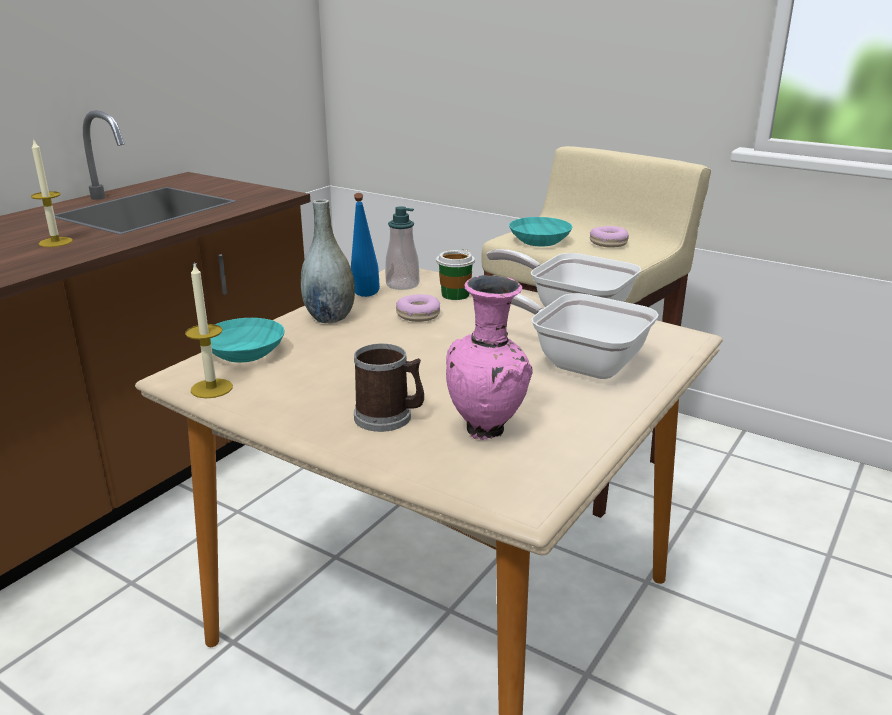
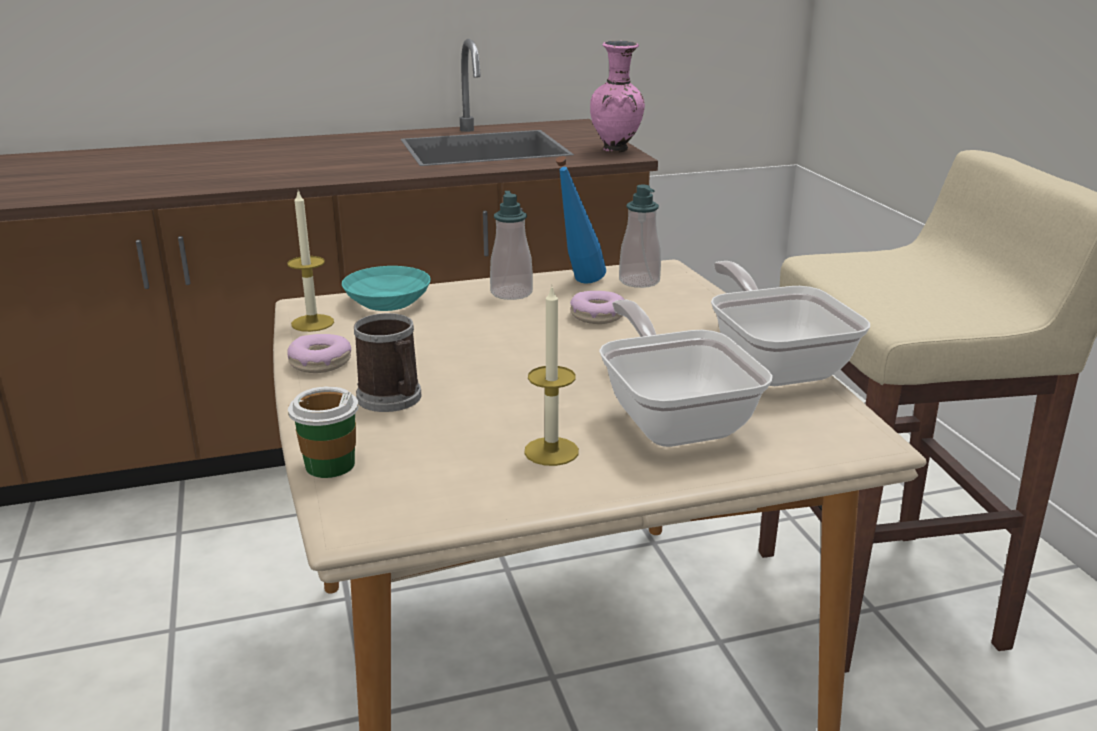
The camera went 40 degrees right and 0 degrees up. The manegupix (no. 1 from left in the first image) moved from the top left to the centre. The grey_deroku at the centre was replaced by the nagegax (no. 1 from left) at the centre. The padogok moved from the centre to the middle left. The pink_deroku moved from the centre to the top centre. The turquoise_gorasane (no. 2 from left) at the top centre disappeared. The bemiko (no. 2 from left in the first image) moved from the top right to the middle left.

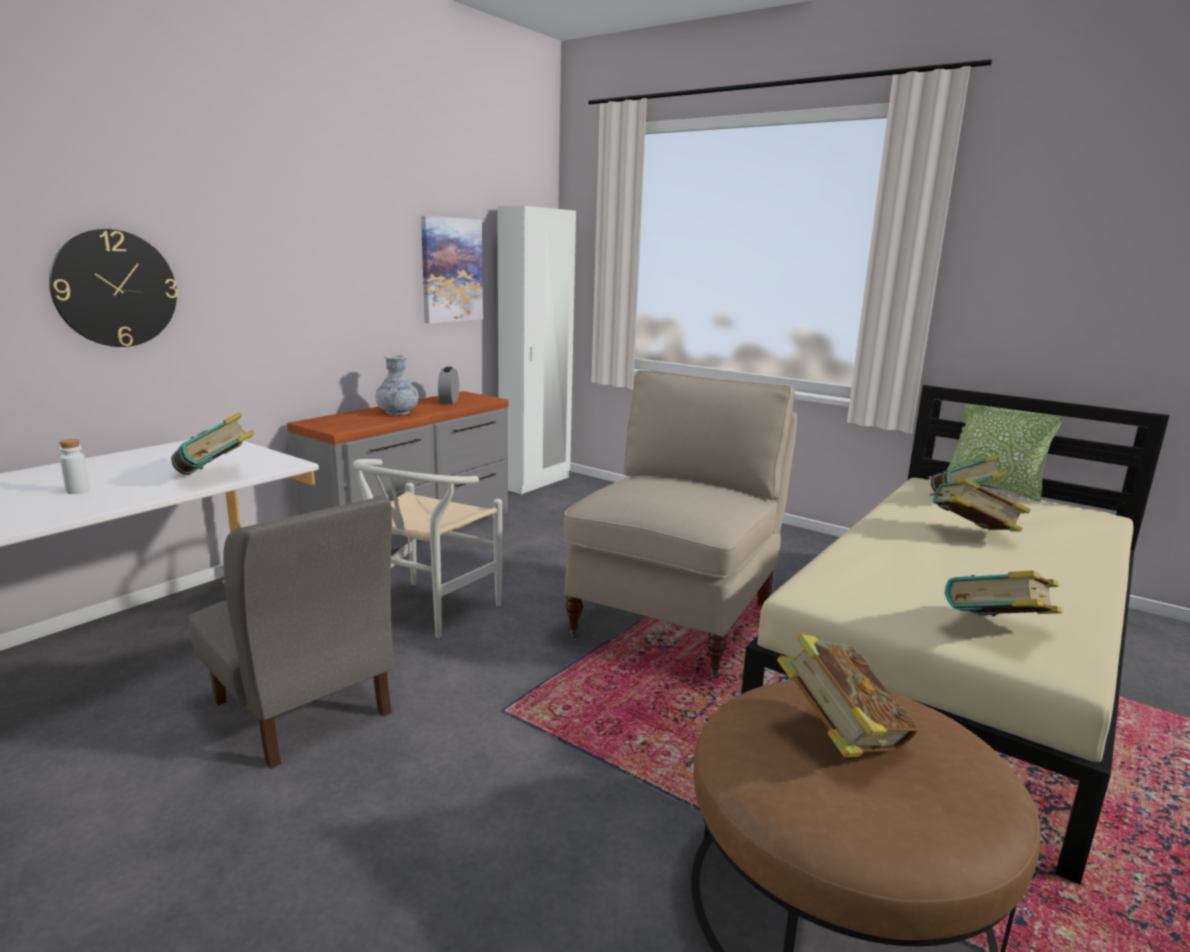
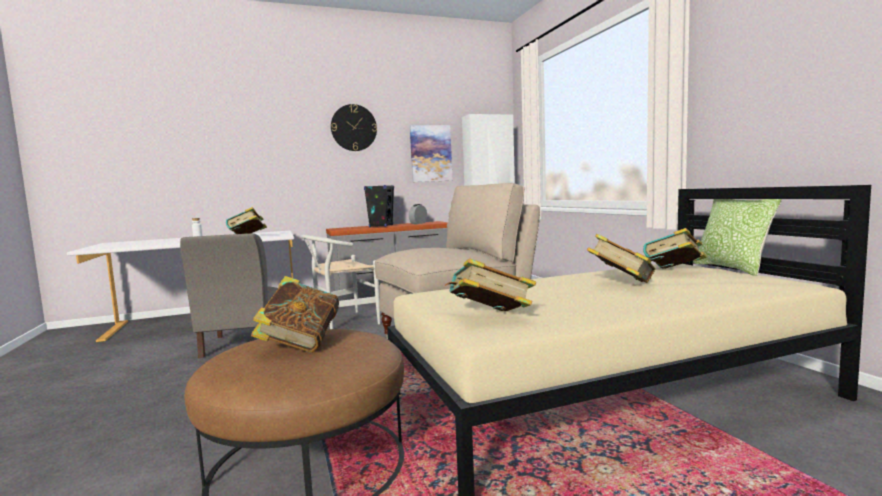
The camera went 35 degrees right and 10 degrees down. The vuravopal moved from the top left to the top centre. The deroku at the centre was replaced by the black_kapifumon at the centre.

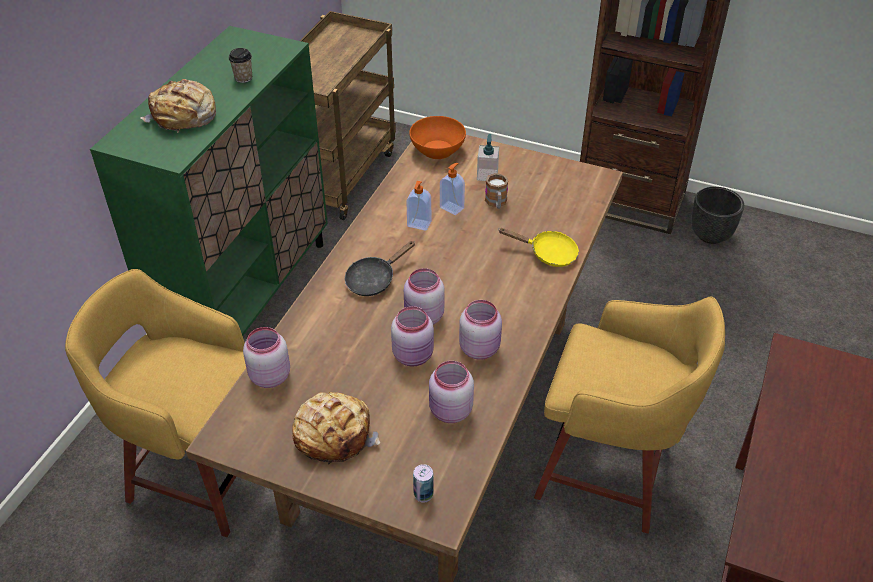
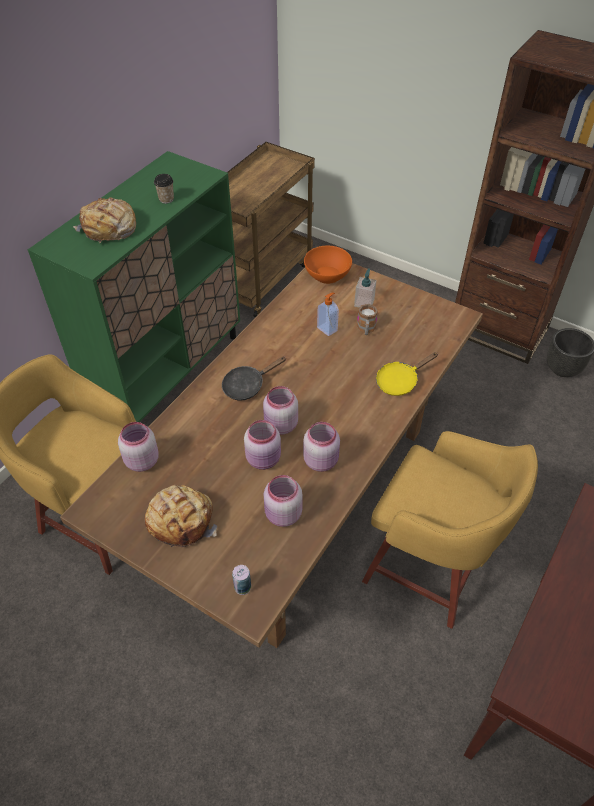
The camera went 10 degrees right and 5 degrees up. The nagegax (no. 1 from left) at the centre disappeared. The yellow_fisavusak at the centre turned 120 degrees clockwise.

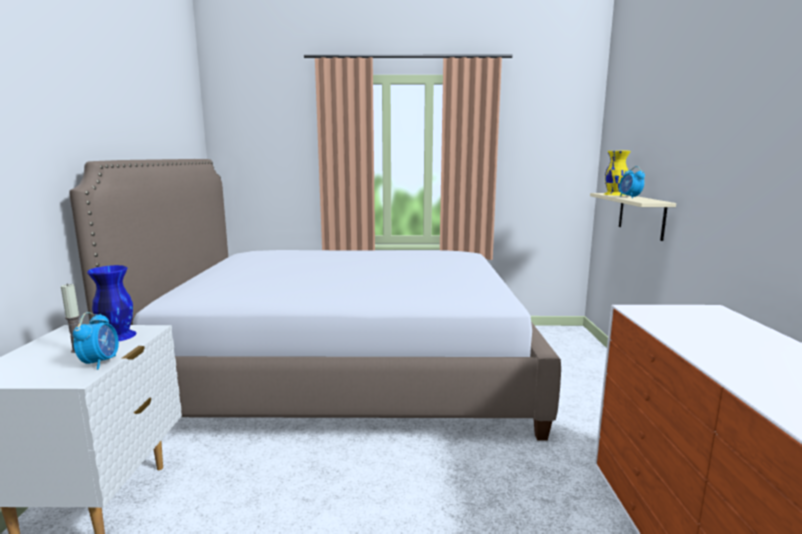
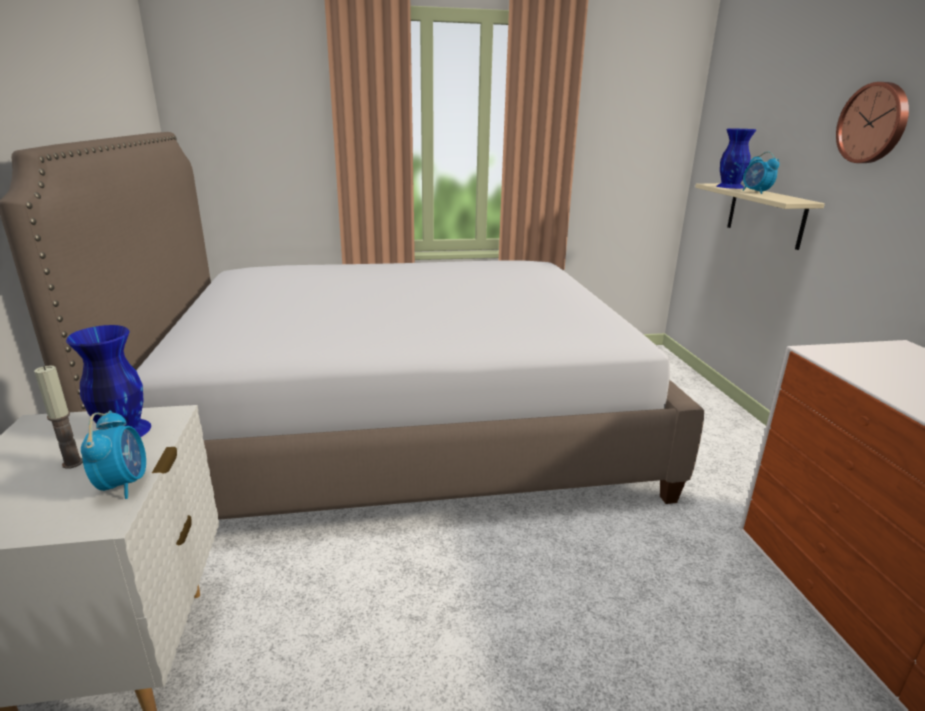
The camera went 10 degrees left and 10 degrees up. The yellow_deroku at the top right became the blue_deroku (no. 2 from left) at the top right. The vuravopal at the top right appeared.

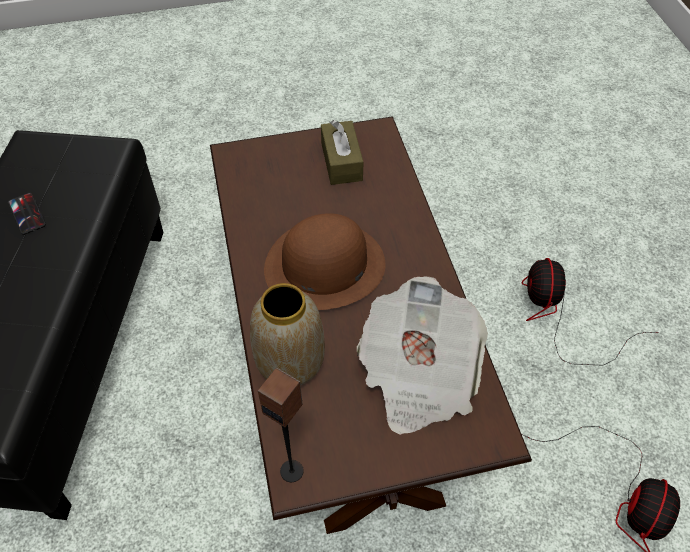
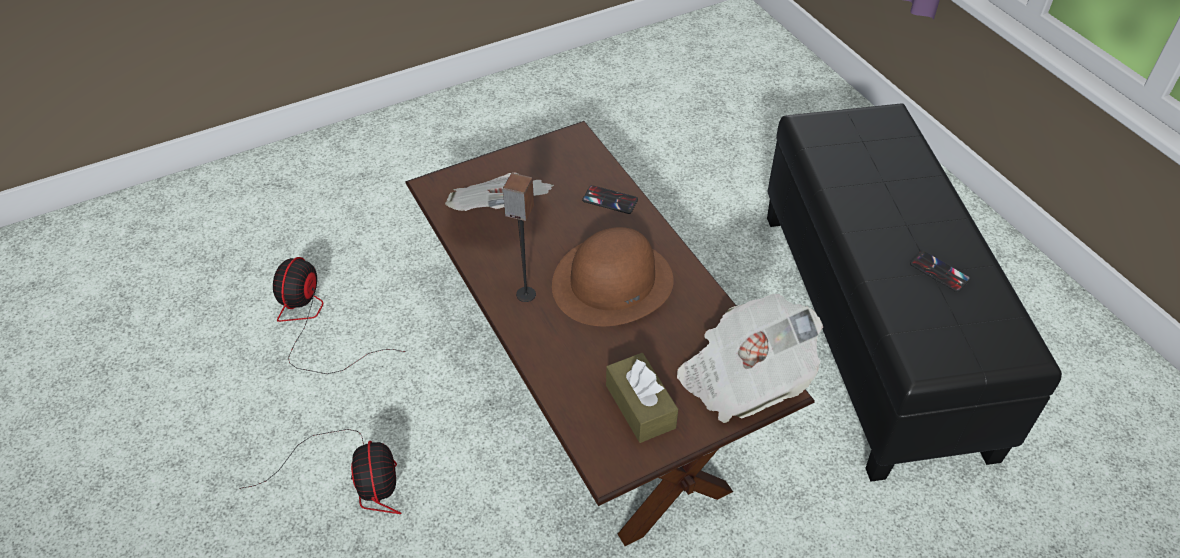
The camera went 165 degrees right and 5 degrees down. The deroku at the centre was replaced by the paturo (no. 1 from left) at the centre. The kapifumon moved from the bottom centre to the centre. The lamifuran (no. 2 from left) at the centre appeared.

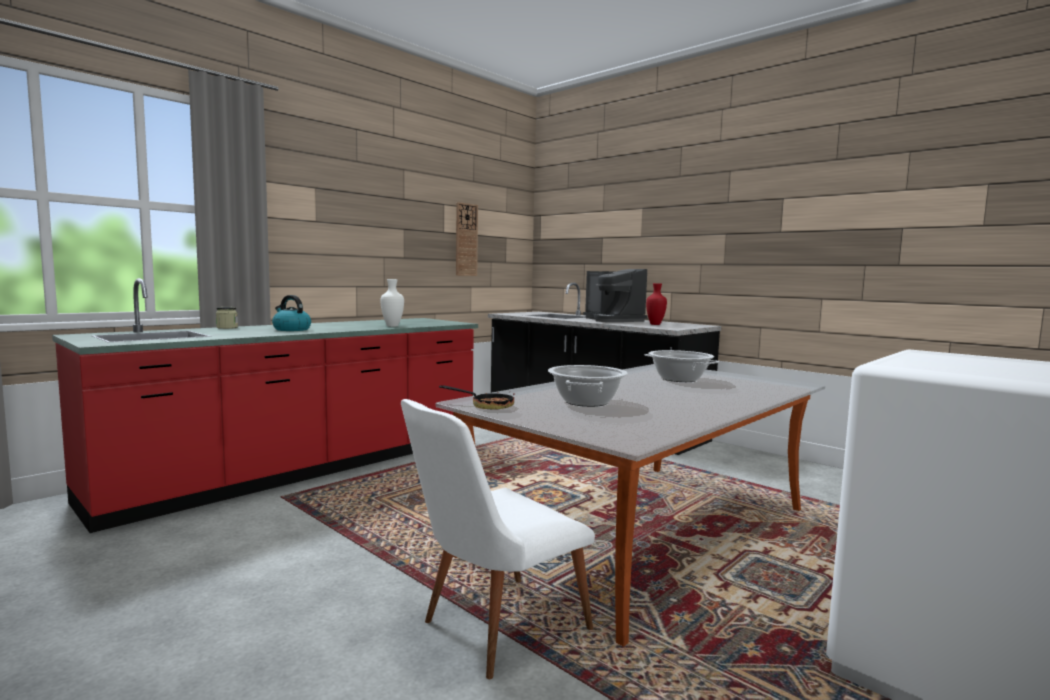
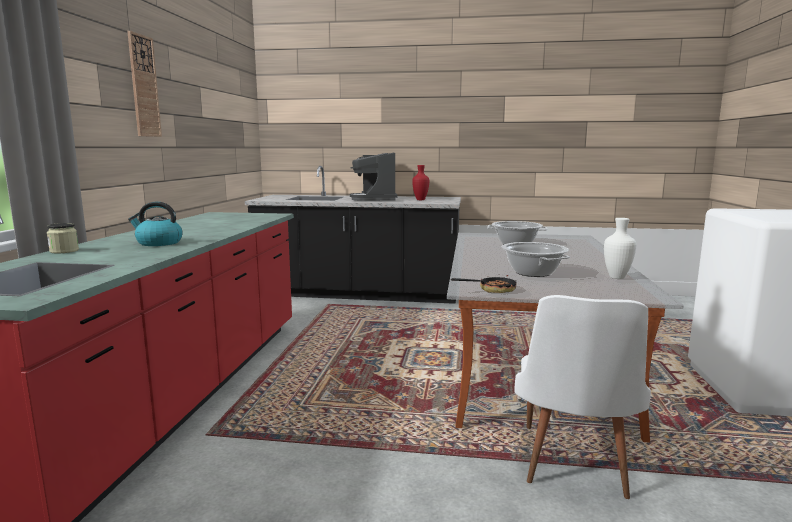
The camera went 35 degrees left and 5 degrees up. The white_deroku moved from the centre to the middle right. The vuravopal moved from the centre to the top left. The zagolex at the centre turned 60 degrees clockwise.

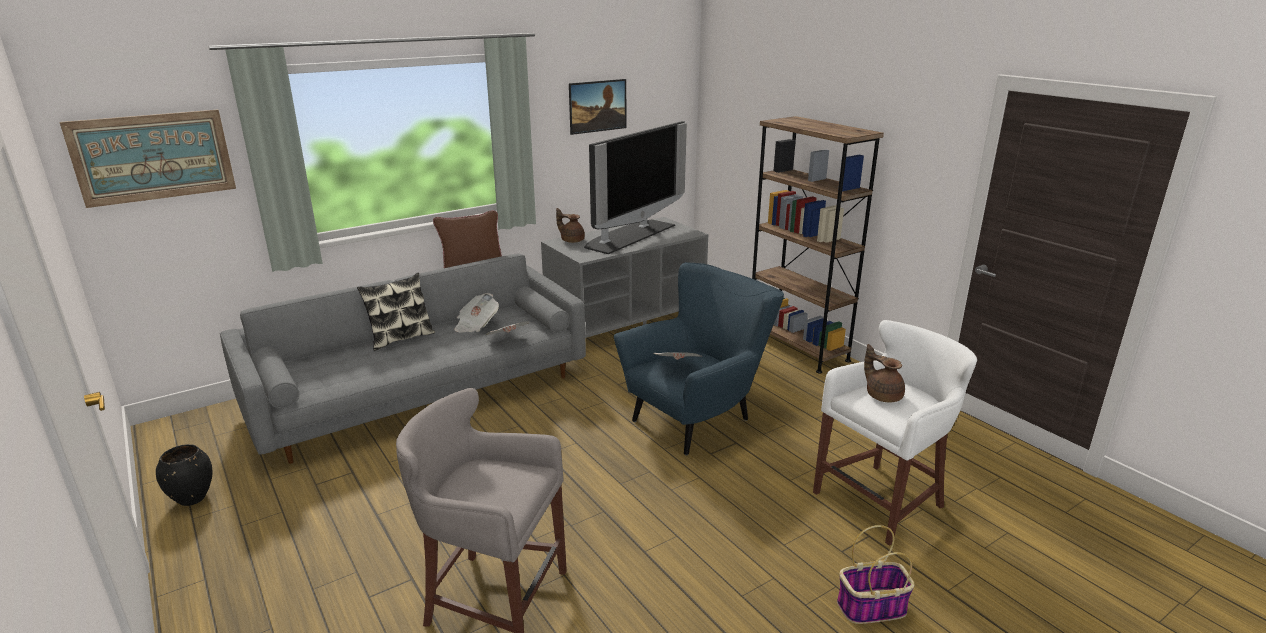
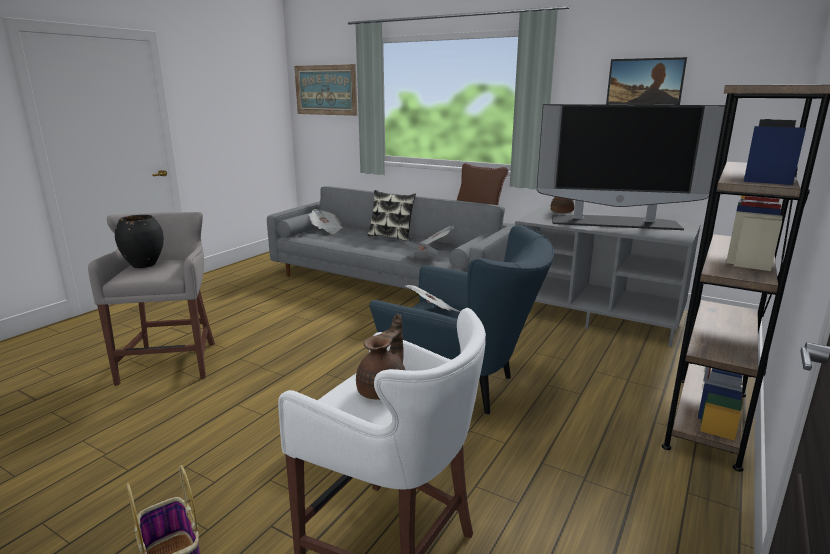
The camera went 65 degrees right and 5 degrees down. The black_deroku moved from the bottom left to the middle left. The lamifuran (no. 1 from left) at the centre appeared.

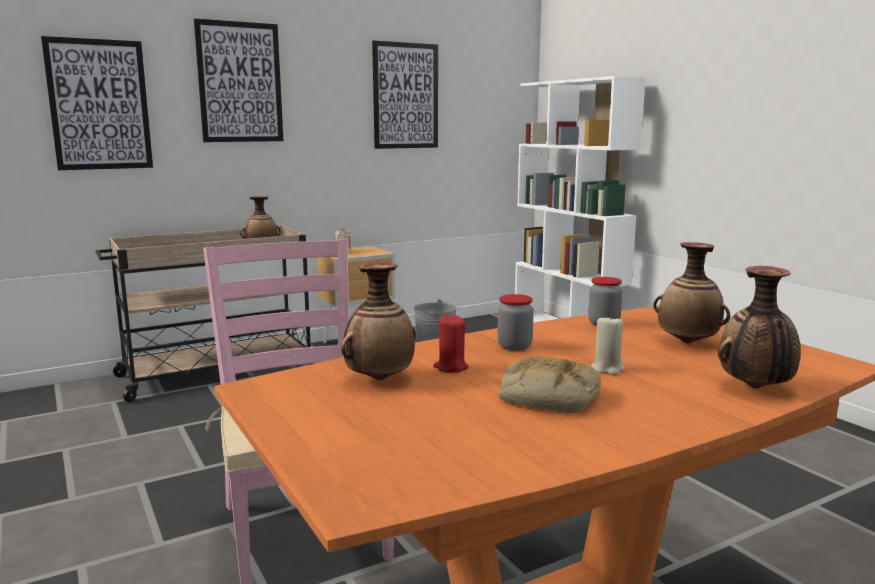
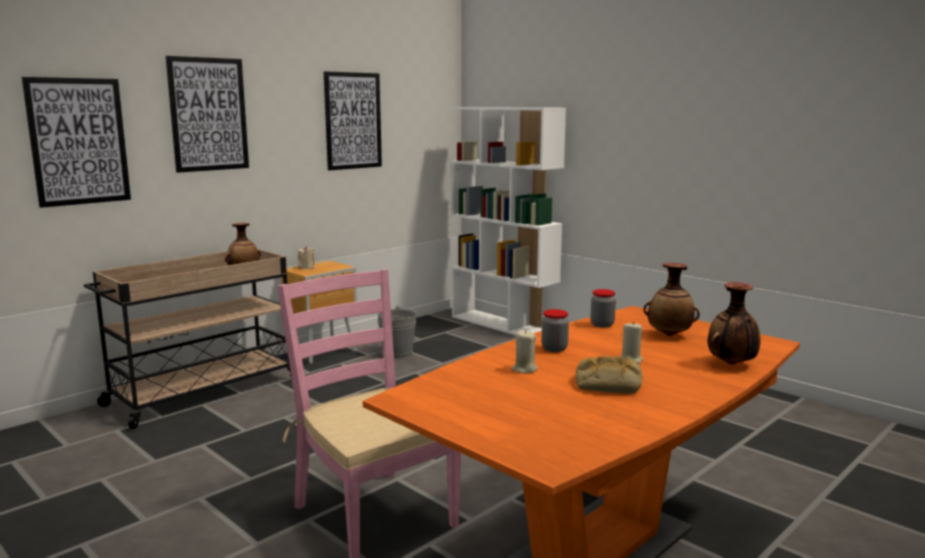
The camera went 15 degrees left and 0 degrees up. The deroku (no. 2 from left) at the centre disappeared. The red_manegupix at the centre became the beige_manegupix (no. 2 from left) at the centre.

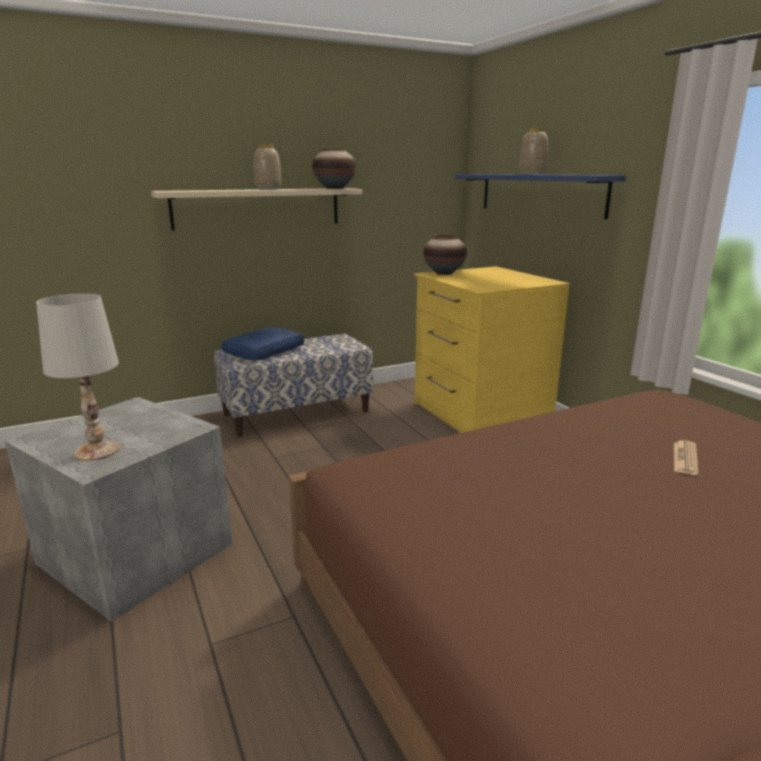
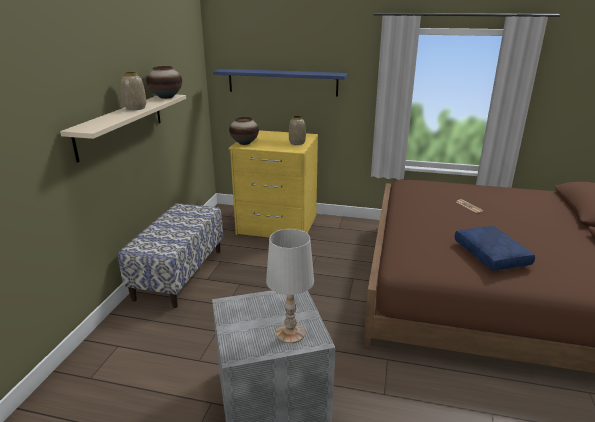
The camera went 50 degrees left and 5 degrees up. The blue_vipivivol moved from the centre to the middle right. The deroku (no. 4 from left) moved from the top right to the top centre.

